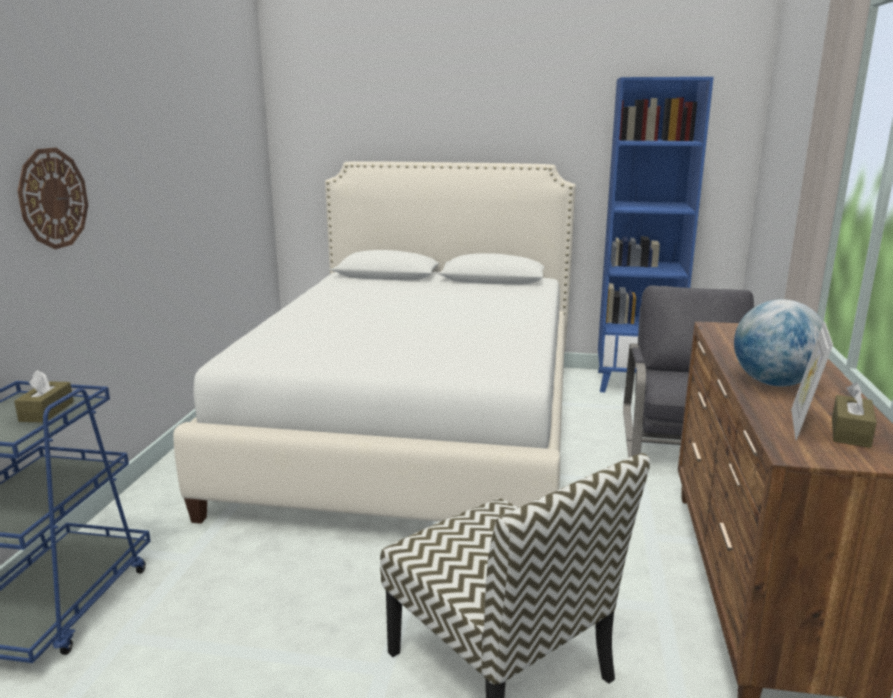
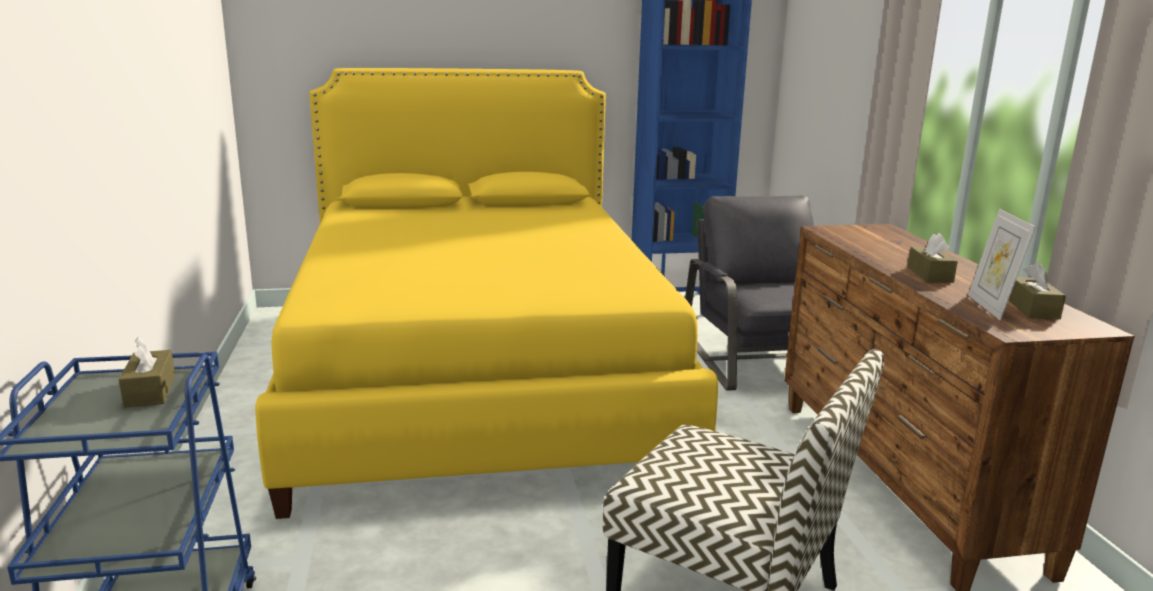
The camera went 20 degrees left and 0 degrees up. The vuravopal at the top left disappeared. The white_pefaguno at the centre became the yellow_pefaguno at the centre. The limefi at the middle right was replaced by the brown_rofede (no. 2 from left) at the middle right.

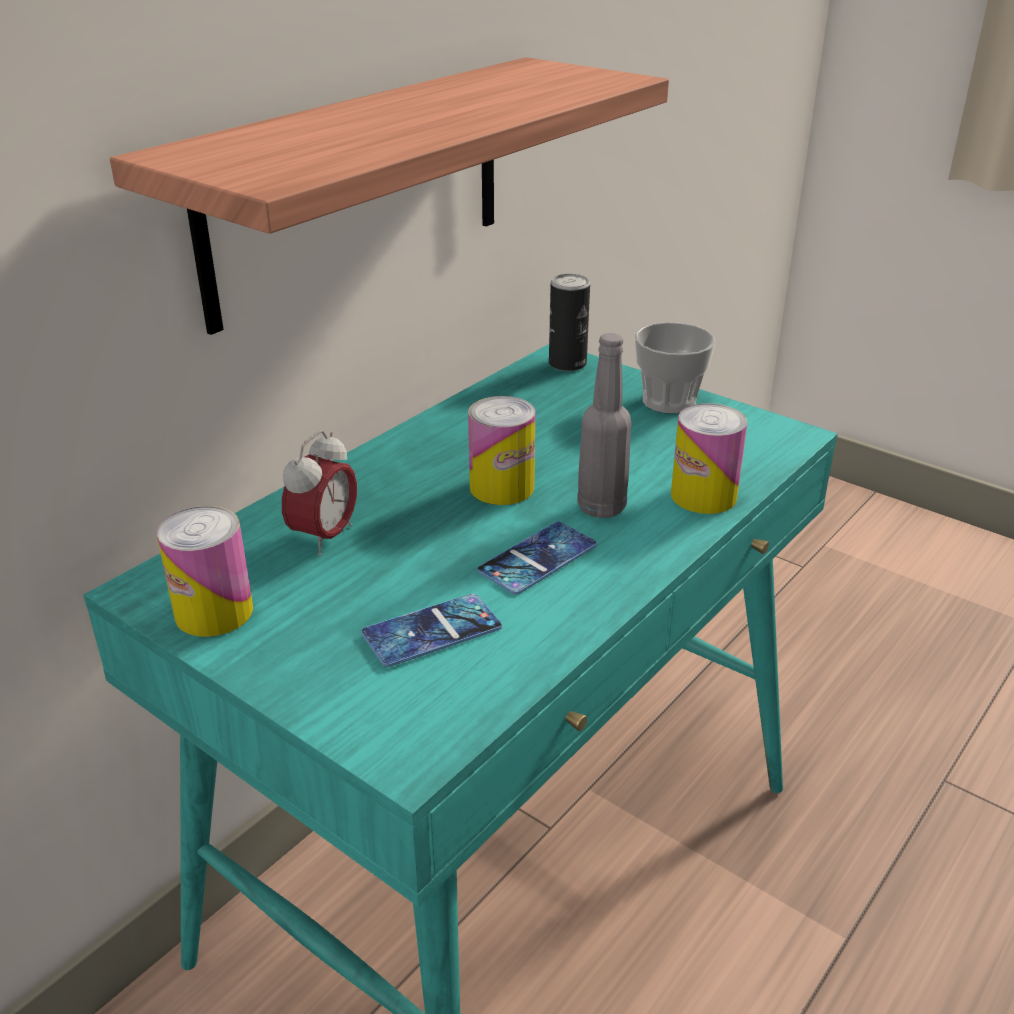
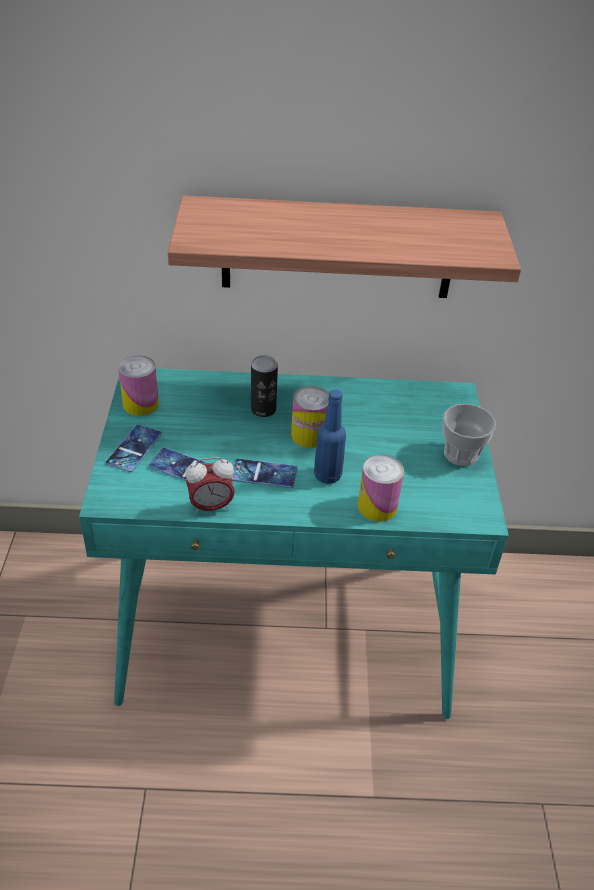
The camera went 50 degrees right and 10 degrees up. The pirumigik moved from the middle left to the centre. The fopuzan (no. 3 from left in the first image) moved from the top centre to the centre. The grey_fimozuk at the centre became the blue_fimozuk at the centre. The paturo (no. 1 from left) at the middle left appeared.

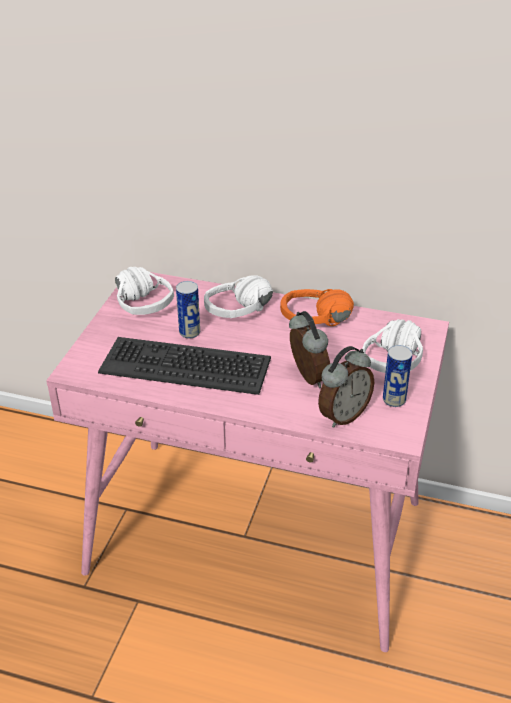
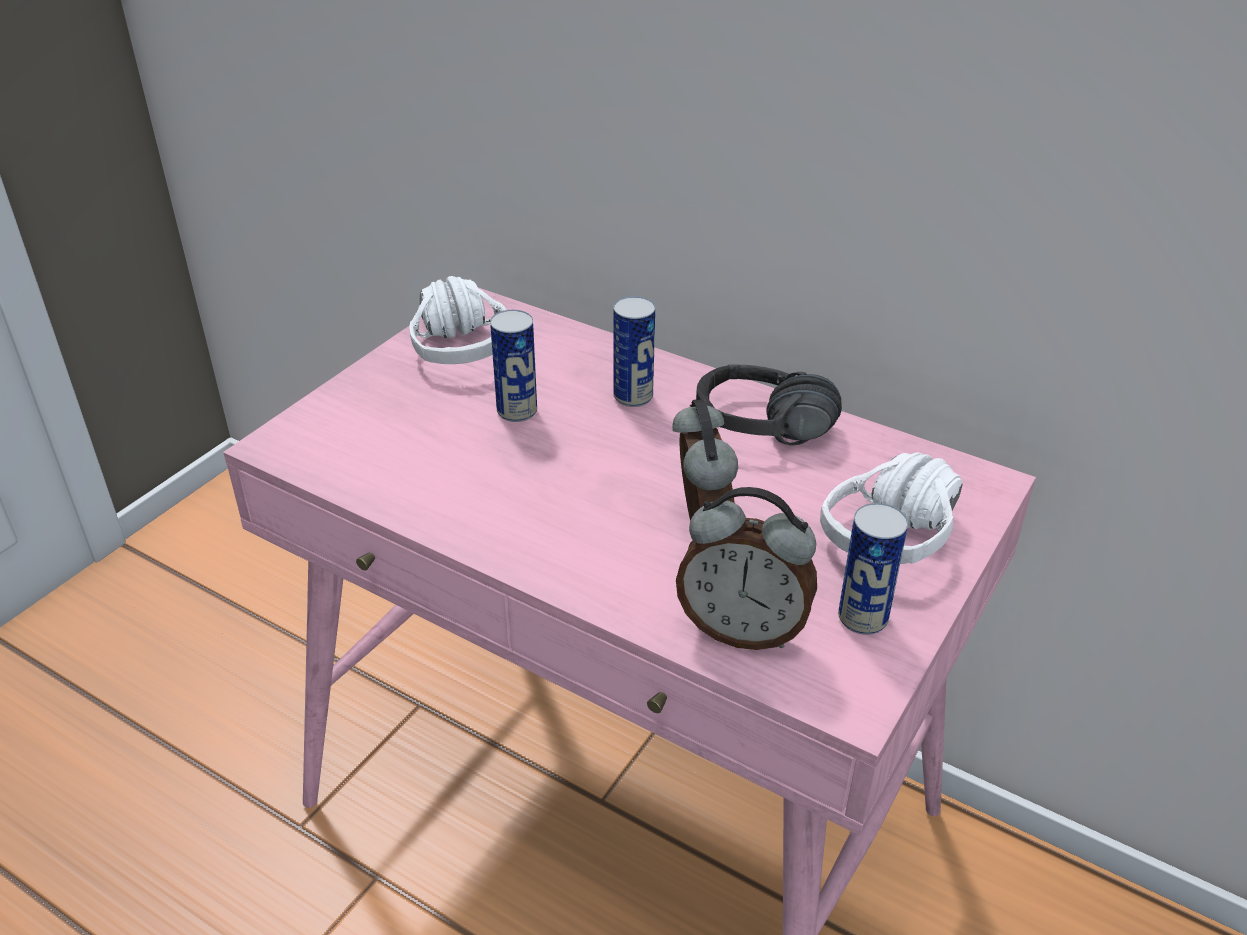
The camera went 15 degrees right and 0 degrees up. The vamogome at the centre disappeared. The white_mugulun (no. 2 from left) at the centre was replaced by the fopuzan (no. 2 from left) at the centre. The orange_mugulun at the centre became the black_mugulun at the centre. The pirumigik (no. 2 from left) at the middle right turned 45 degrees clockwise.

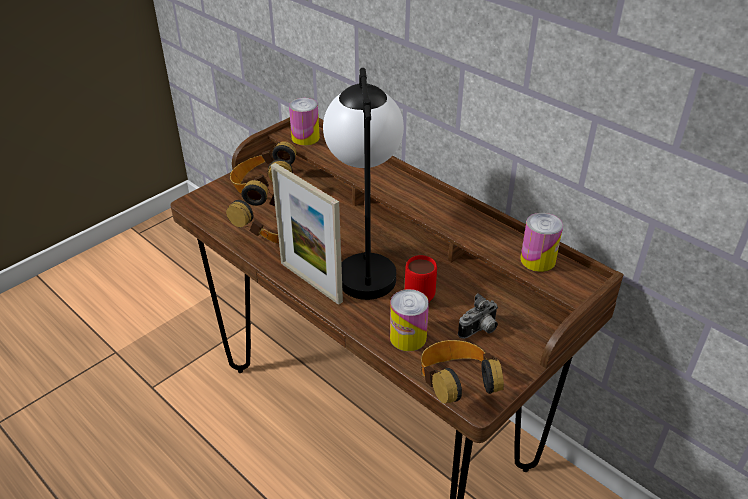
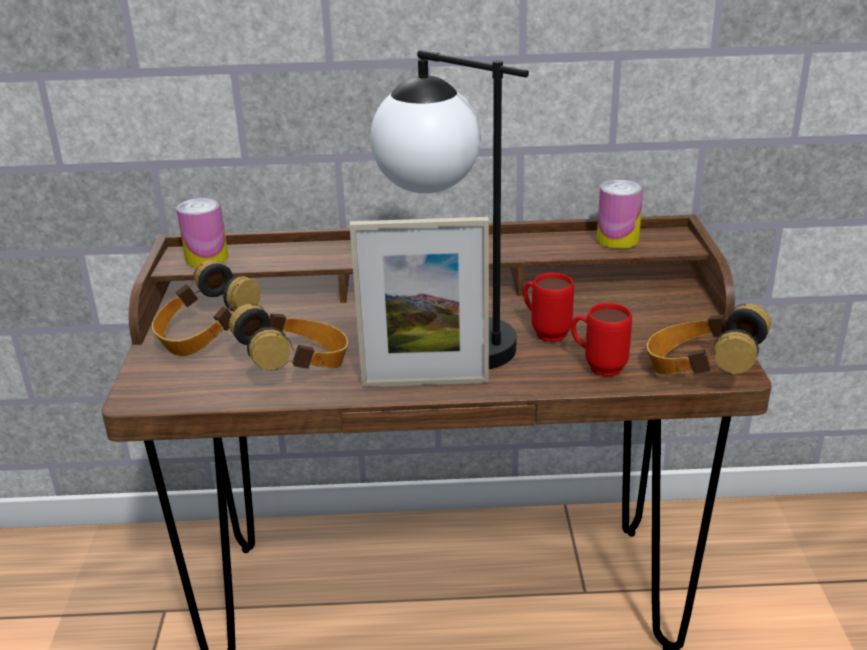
The camera went 45 degrees left and 10 degrees down. The fopuzan (no. 2 from left) at the centre was replaced by the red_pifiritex (no. 2 from left) at the middle right. The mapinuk at the centre disappeared.

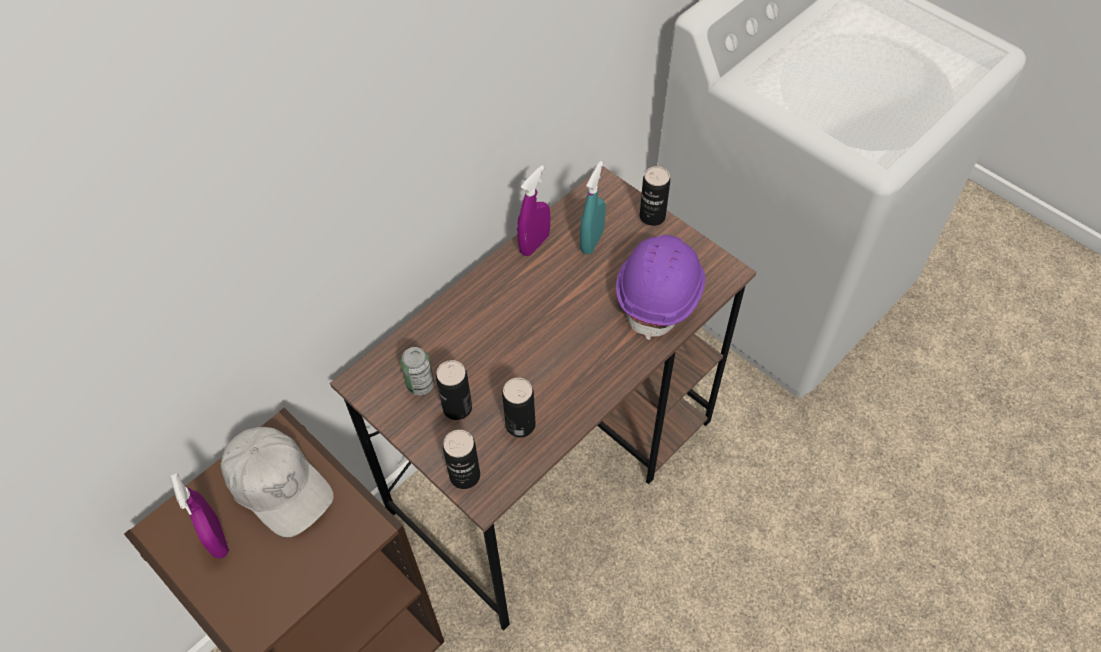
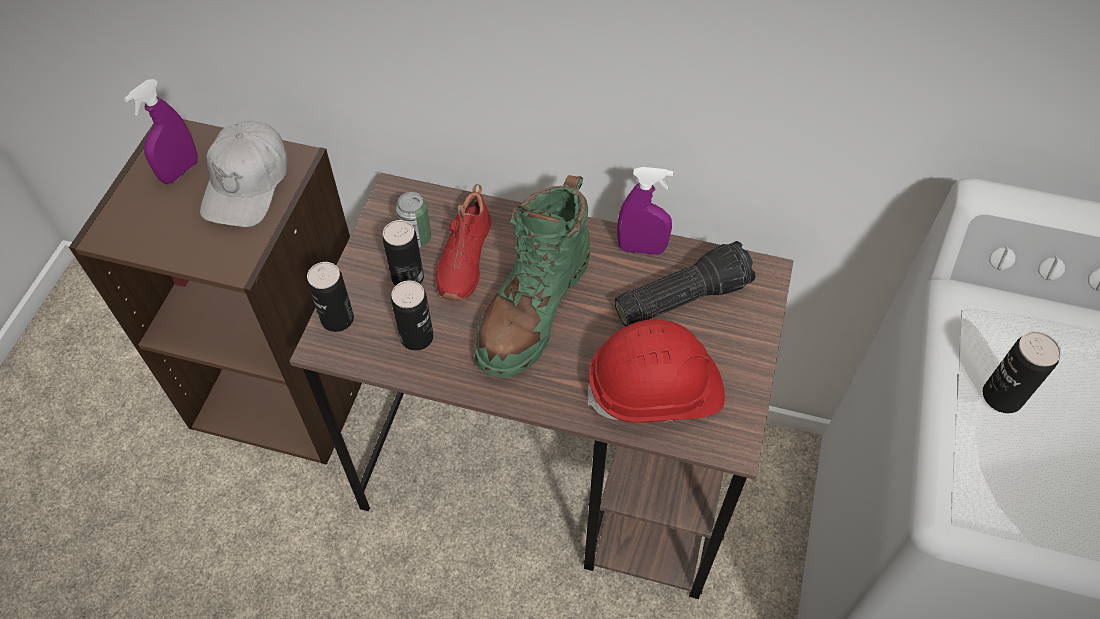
The camera went 60 degrees right and 0 degrees up. The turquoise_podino at the top centre was replaced by the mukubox at the centre. The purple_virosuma at the centre became the red_virosuma at the centre. The fopuzan (no. 5 from left) moved from the top centre to the middle right. The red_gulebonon at the centre appeared. The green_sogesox at the centre appeared.

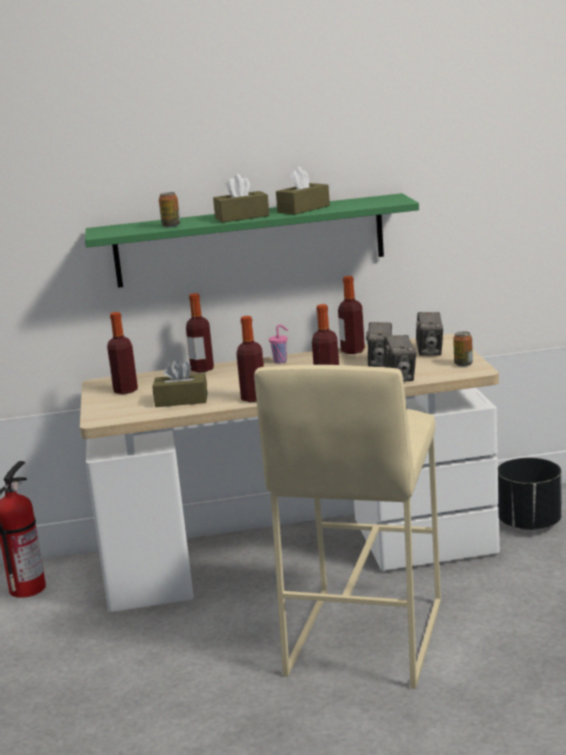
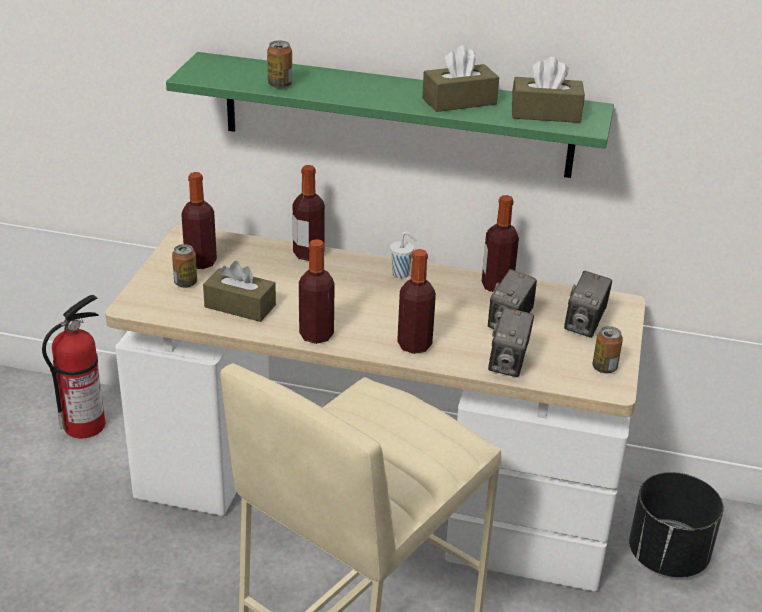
The camera went 20 degrees right and 15 degrees up. The brown_rofede (no. 2 from left in the first image) moved from the top centre to the top right. The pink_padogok at the centre became the white_padogok at the centre. The fopuzan (no. 1 from left) at the middle left appeared.

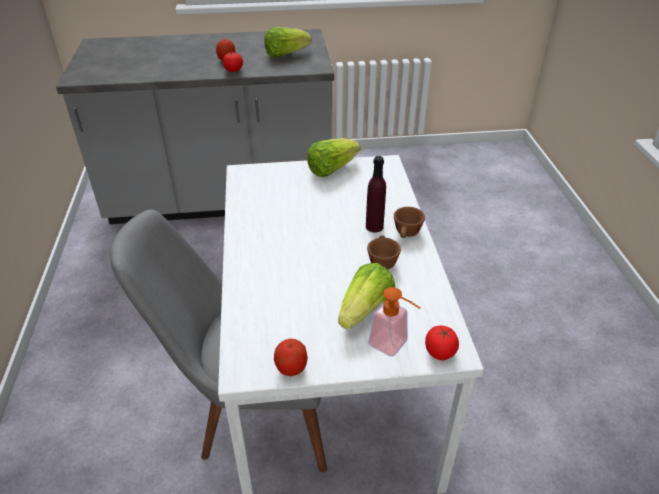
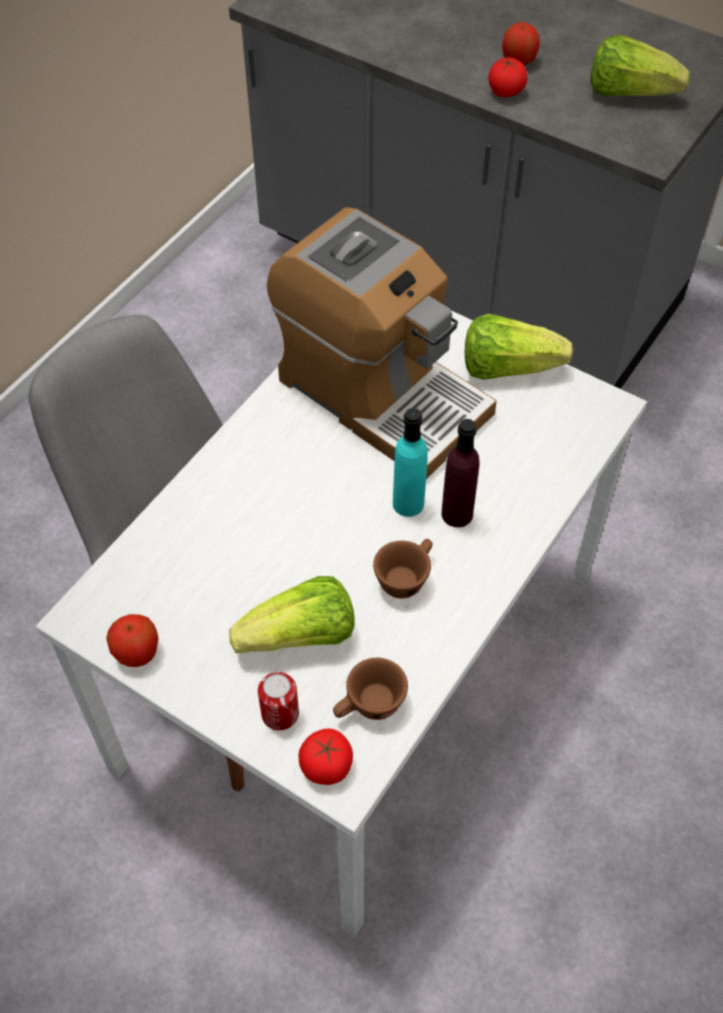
The camera went 40 degrees right and 15 degrees up. The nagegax at the centre was replaced by the fopuzan at the bottom centre. The brown_padogok (no. 2 from left in the first image) moved from the centre to the bottom centre. The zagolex at the centre appeared. The turquoise_fimozuk at the centre appeared.

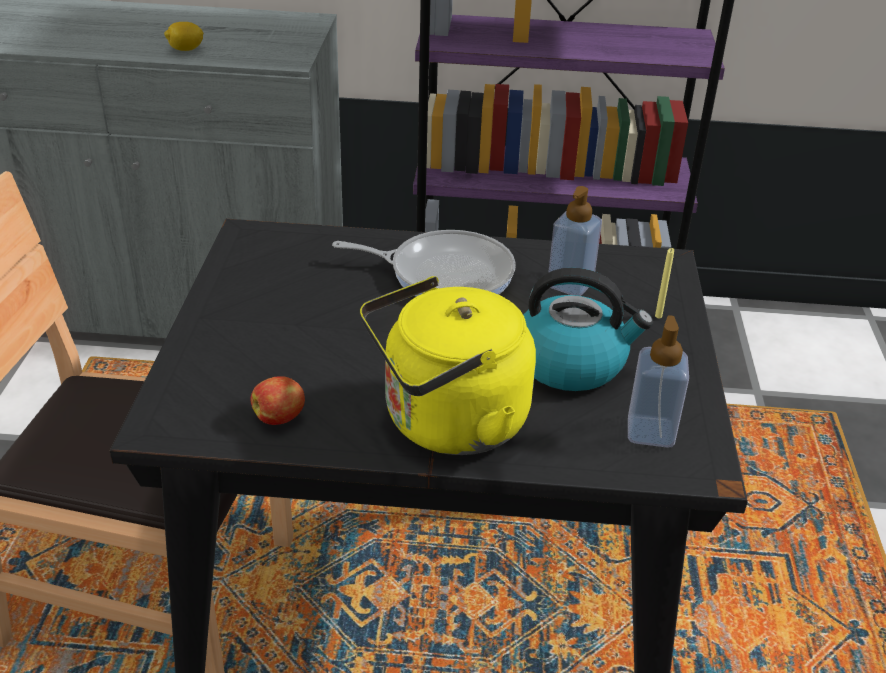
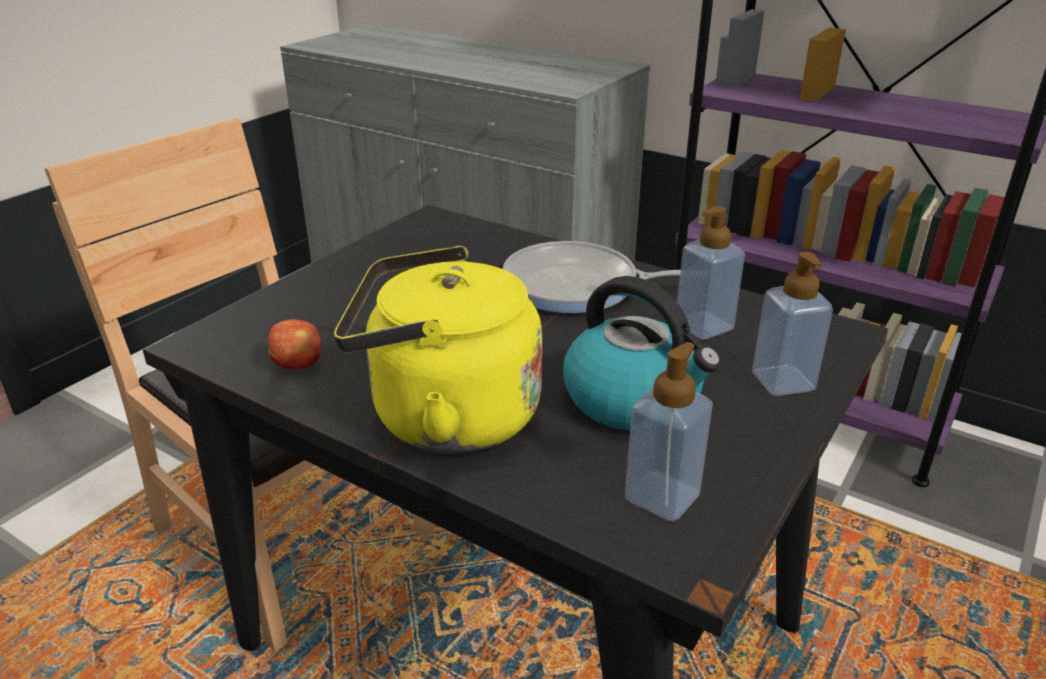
The camera went 30 degrees right and 5 degrees down. The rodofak at the top left disappeared. The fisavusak at the centre turned 150 degrees clockwise. The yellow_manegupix at the middle right was replaced by the nagegax (no. 3 from left) at the middle right.

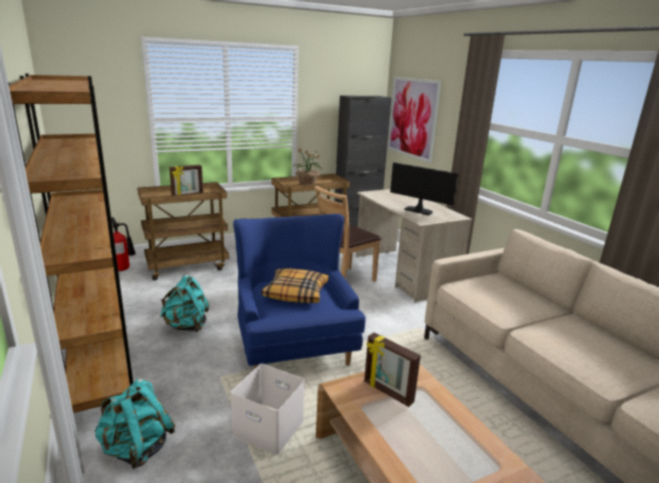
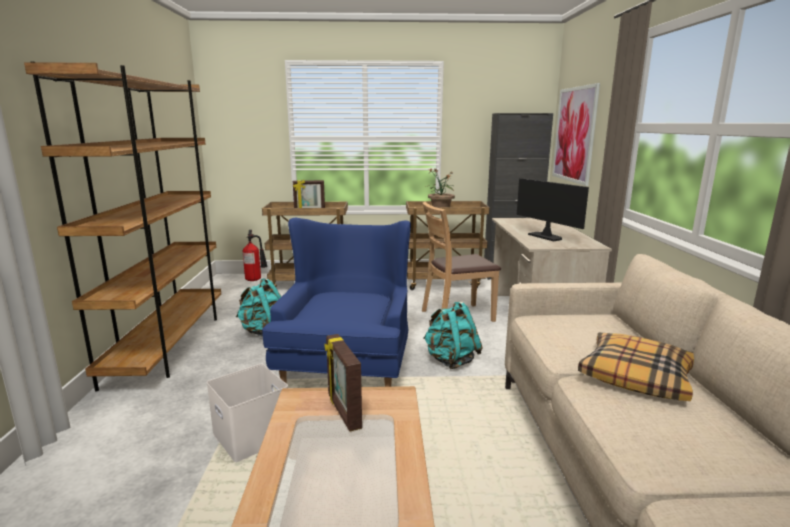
The camera went 25 degrees right and 5 degrees down. The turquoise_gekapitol (no. 1 from left in the first image) moved from the bottom left to the centre. The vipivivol moved from the centre to the bottom right.

